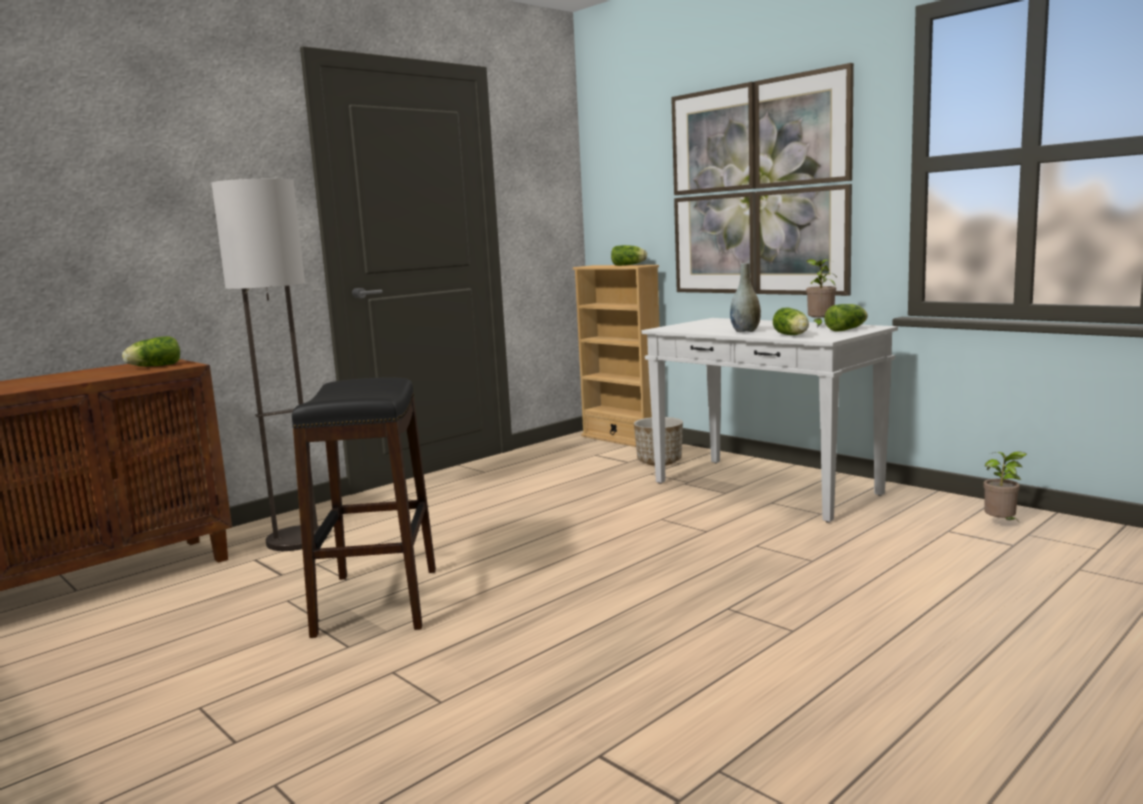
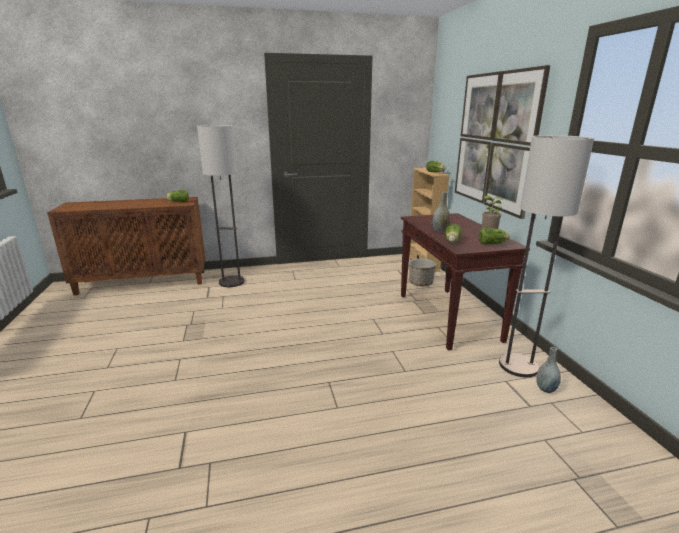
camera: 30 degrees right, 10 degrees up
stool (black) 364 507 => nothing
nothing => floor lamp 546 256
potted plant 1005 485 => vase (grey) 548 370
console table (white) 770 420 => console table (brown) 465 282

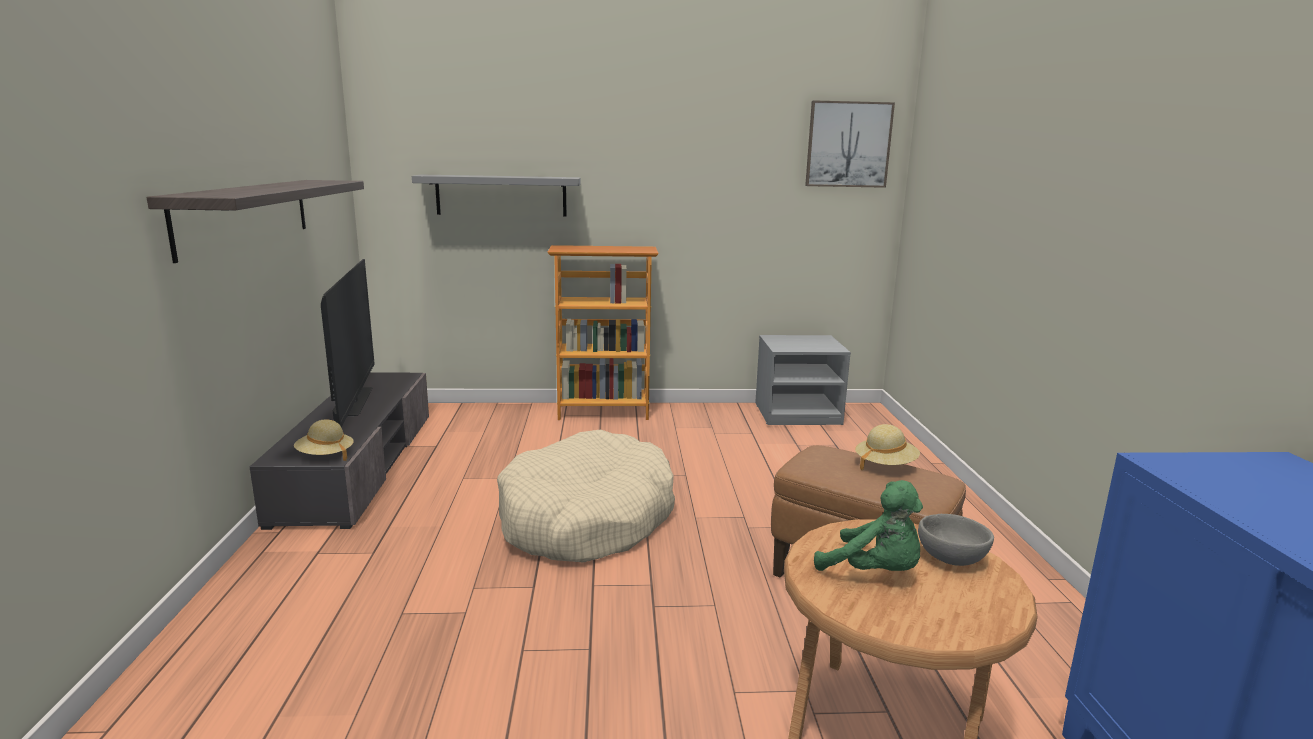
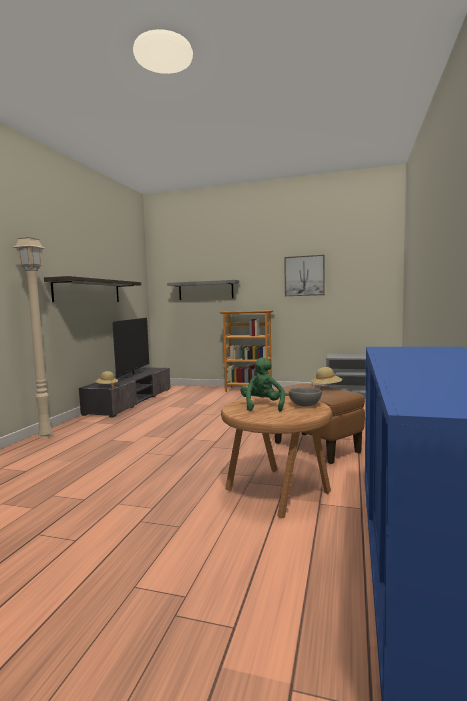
camera: 20 degrees right, 10 degrees down
dog bed (beige) 586 495 => nothing
nothing => floor lamp (beige) 33 337
picture 850 144 => picture 304 275, move
plush toy (green) 868 525 => plush toy (green) 262 384, 150 degrees counterclockwise

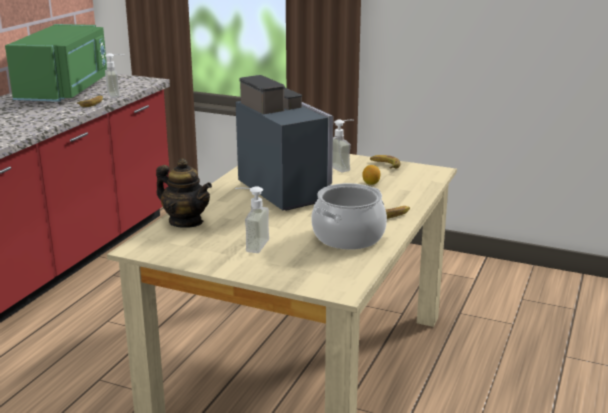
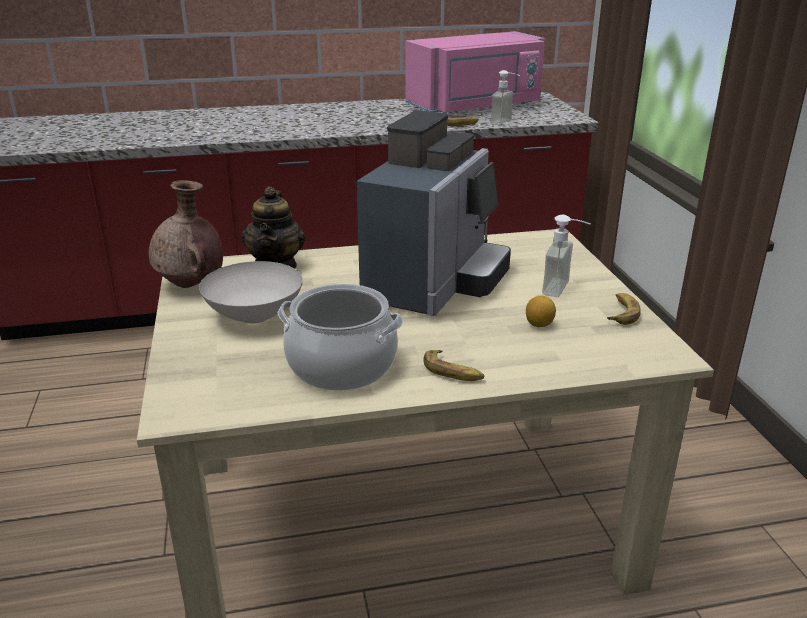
camera: 55 degrees right, 5 degrees up
nothing => vase (brown) 186 234
soap dispenser 252 219 => bowl (white) 251 292
microwave (green) 56 63 => microwave (pink) 475 72

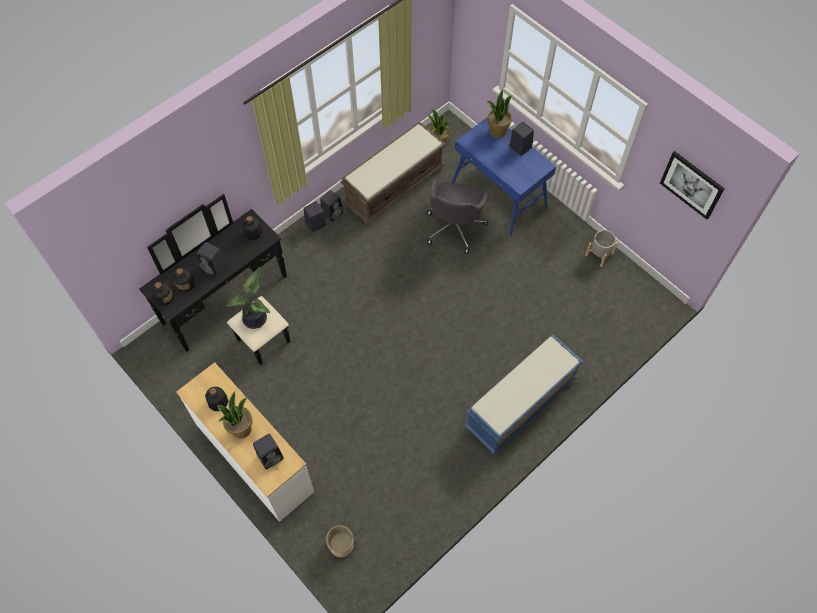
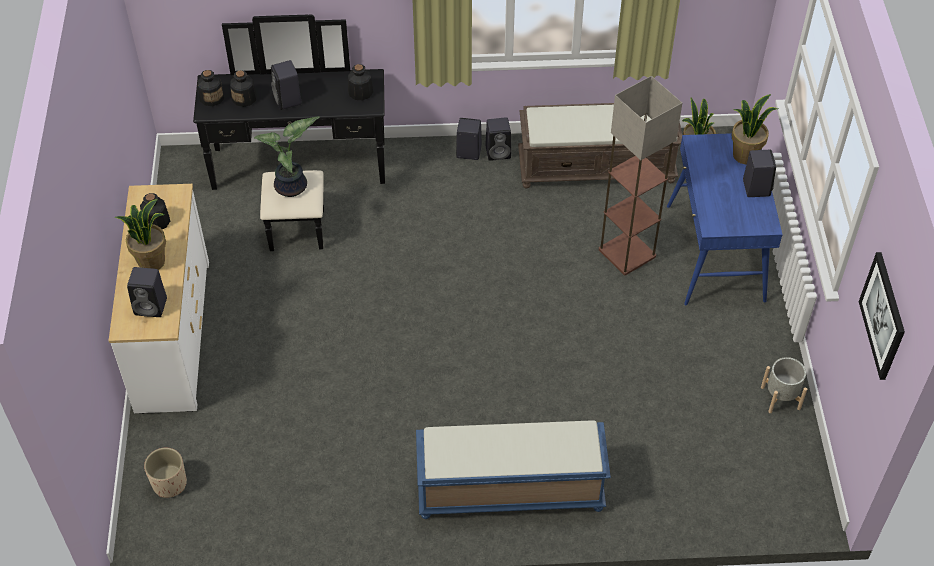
camera: 40 degrees right, 10 degrees down
office chair (grey) 458 217 => floor lamp 640 175

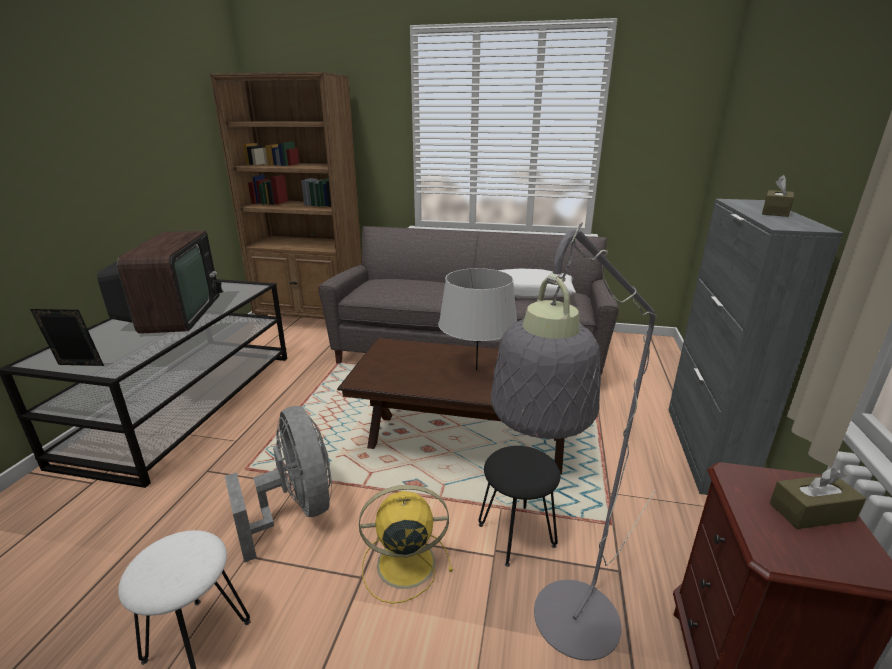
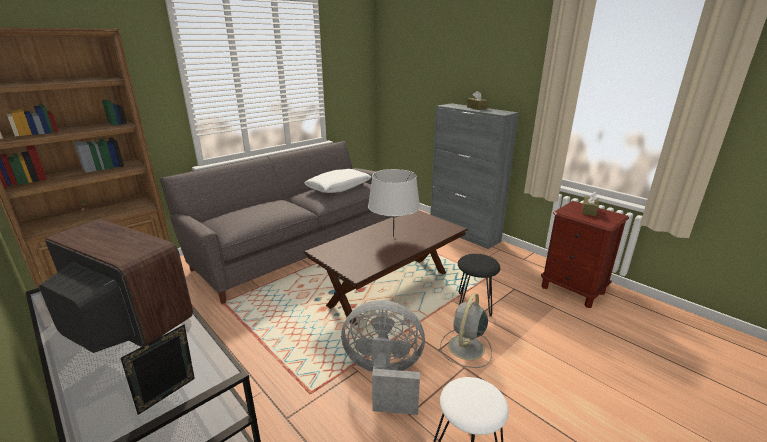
camera: 55 degrees left, 0 degrees up
floor lamp (grey) 574 441 => nothing
fan (yellow) 406 544 => fan (grey) 466 330

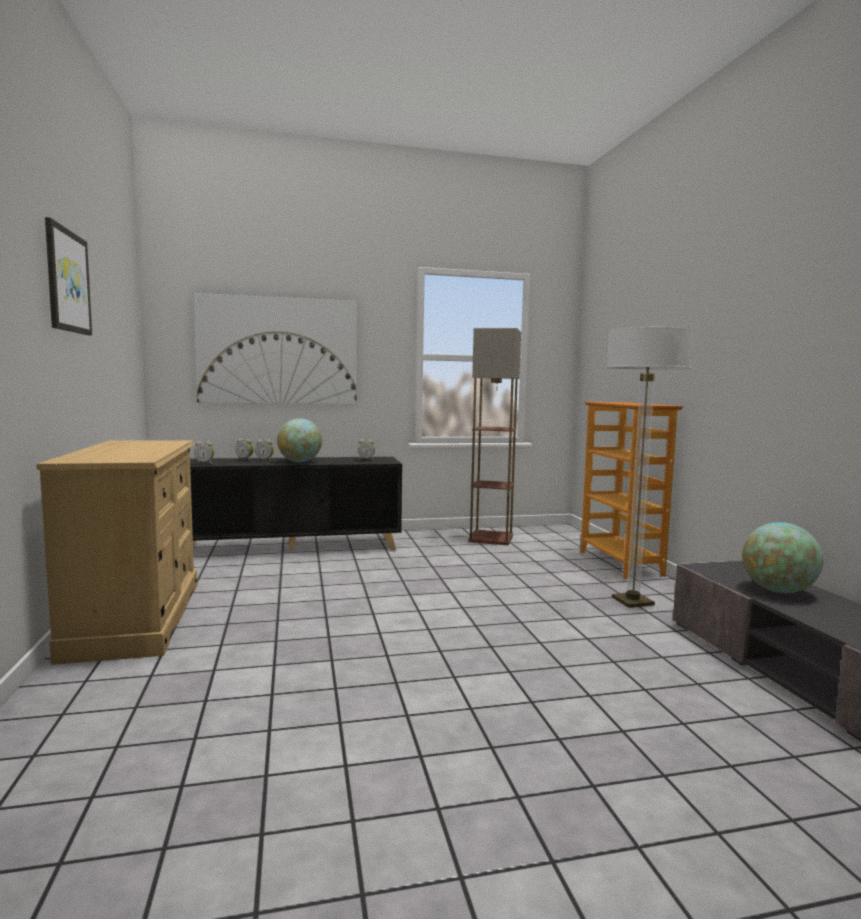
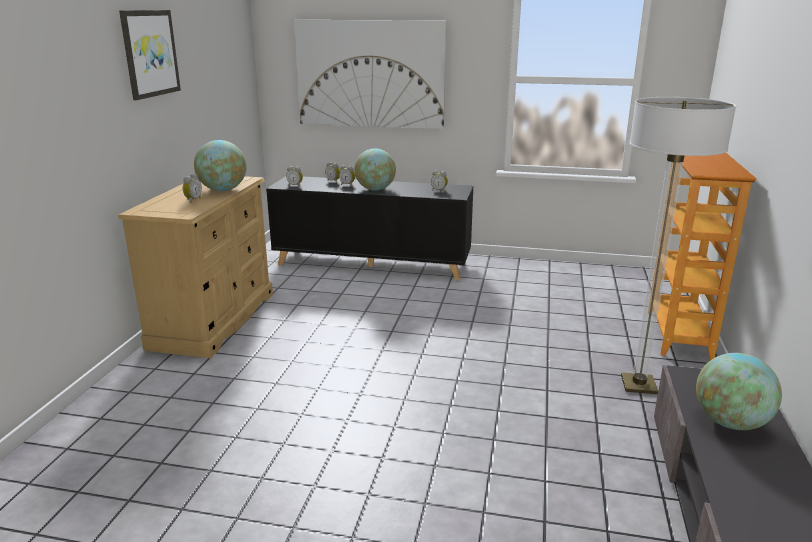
camera: 25 degrees right, 15 degrees up
floor lamp 494 436 => nothing
nothing => alarm clock 192 188
nothing => globe 220 165

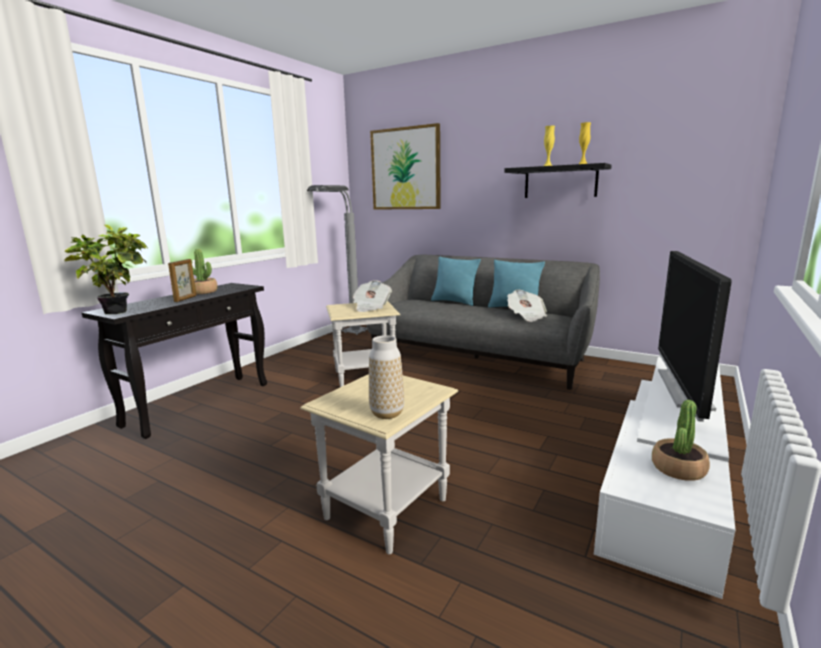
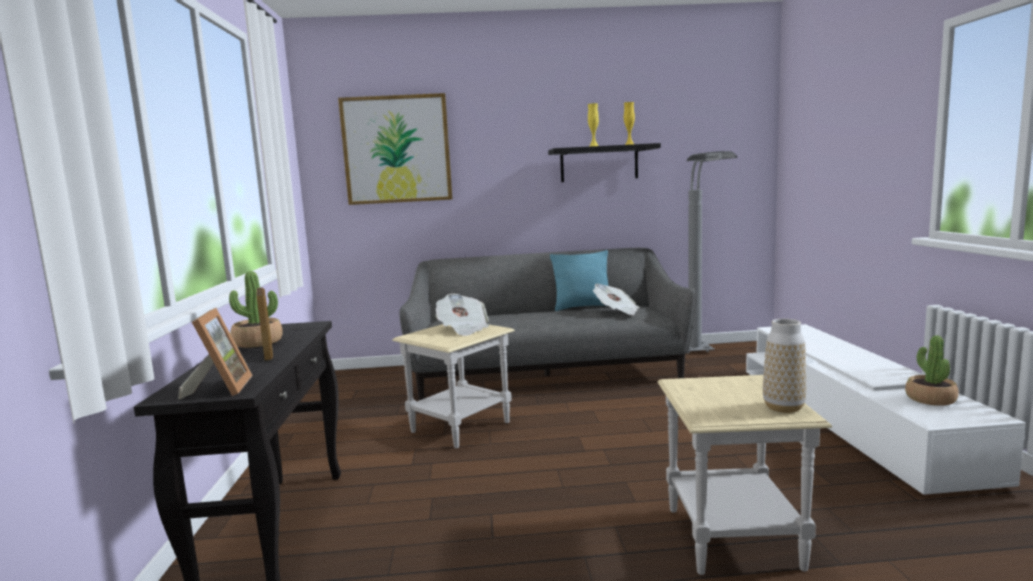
camera: 35 degrees left, 5 degrees down
pillow (turquoise) 456 281 => nothing
television 695 336 => nothing
floor lamp (grey) 337 260 => floor lamp (grey) 712 252, move
potted plant 106 269 => picture frame 215 353

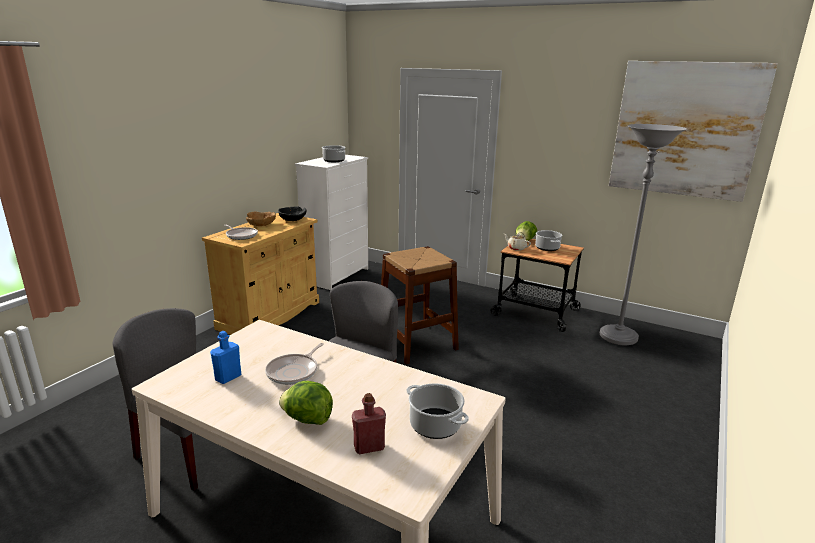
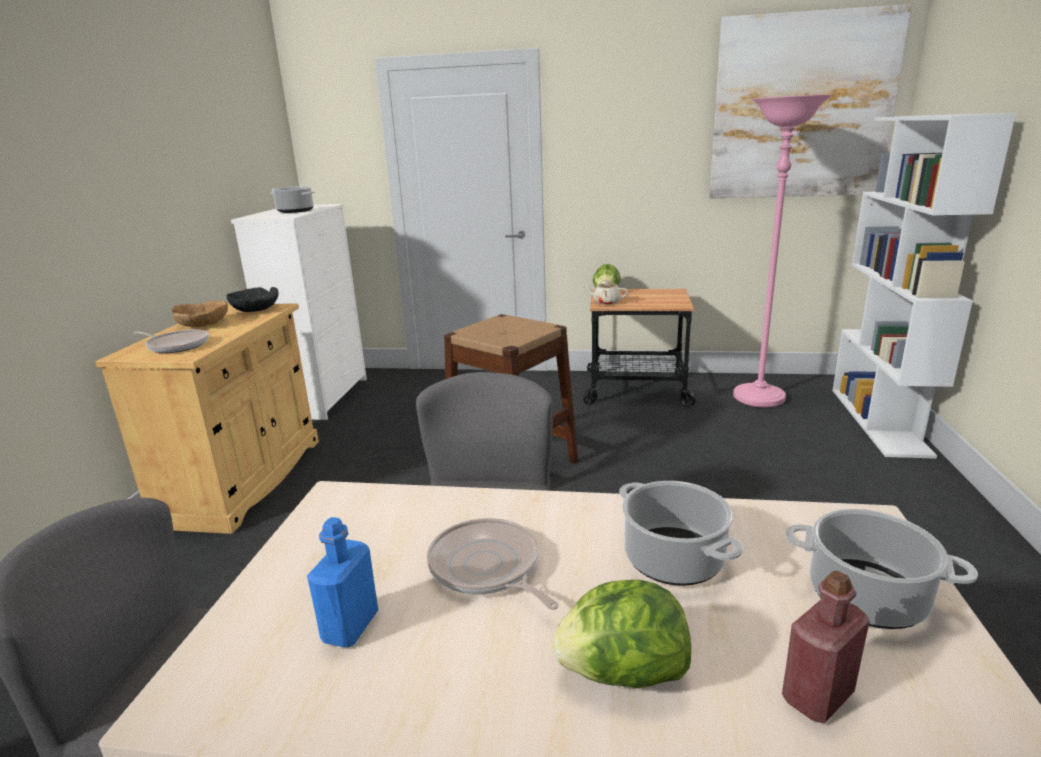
camera: 20 degrees left, 0 degrees up
nothing => bookcase (white) 924 286
cooking pot 548 240 => cooking pot 681 533, move
floor lamp (grey) 643 234 => floor lamp (pink) 783 251
frying pan 294 364 => frying pan 493 564, 135 degrees clockwise

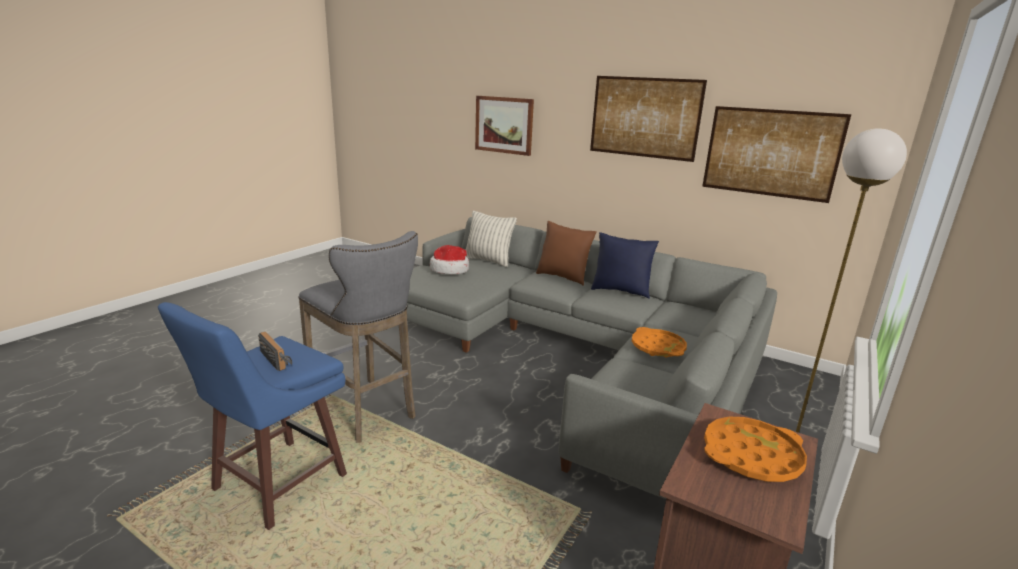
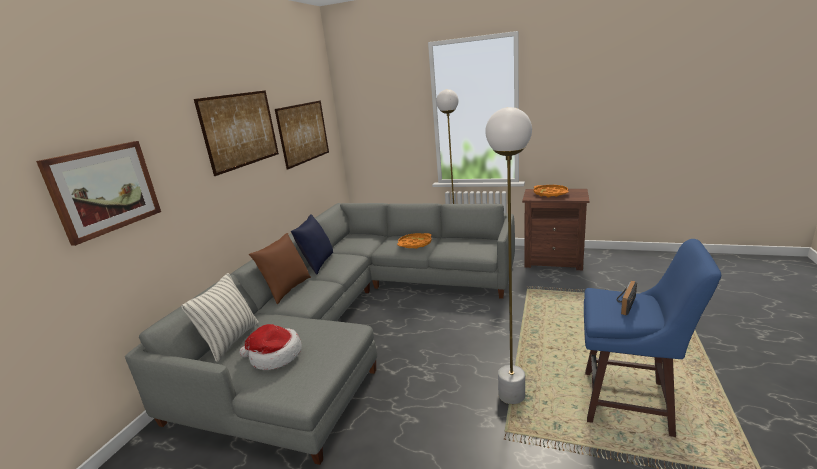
camera: 100 degrees left, 0 degrees up
stool (grey) 358 337 => floor lamp (white) 508 255

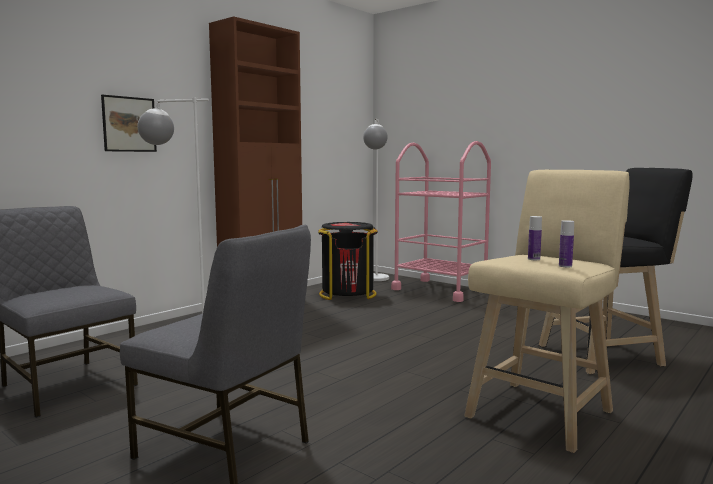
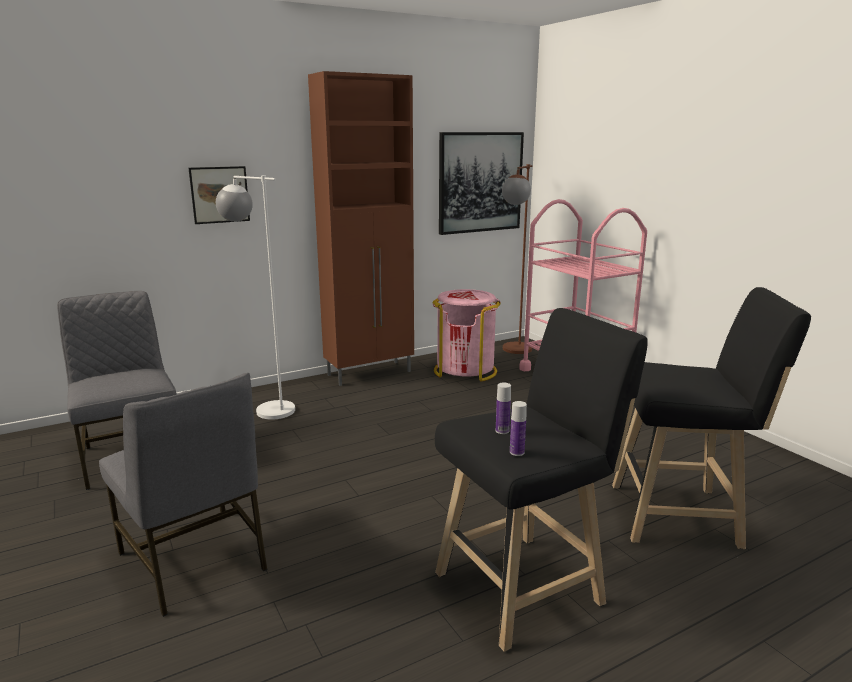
camera: 20 degrees right, 10 degrees up
nothing => picture 481 183
trash can (black) 348 261 => trash can (pink) 466 335
floor lamp (white) 376 199 => floor lamp (brown) 517 259
stool (beige) 547 311 => stool (black) 541 480

